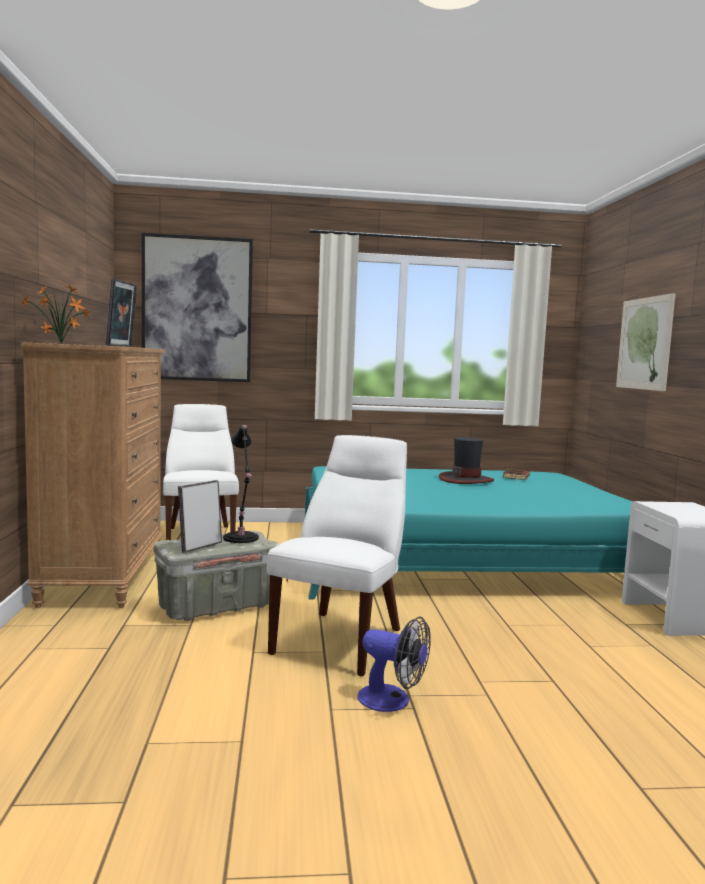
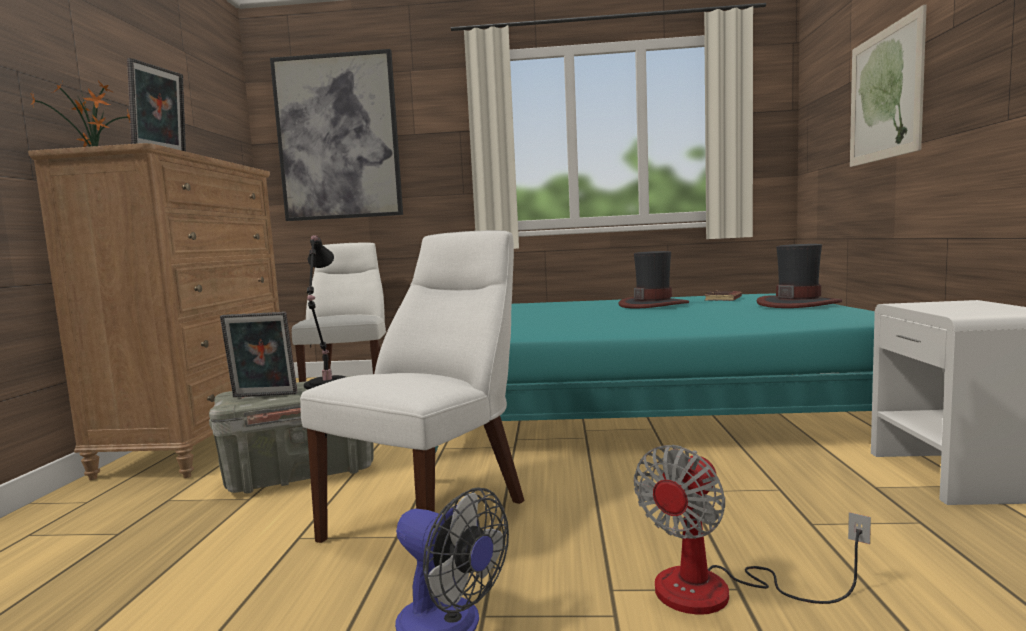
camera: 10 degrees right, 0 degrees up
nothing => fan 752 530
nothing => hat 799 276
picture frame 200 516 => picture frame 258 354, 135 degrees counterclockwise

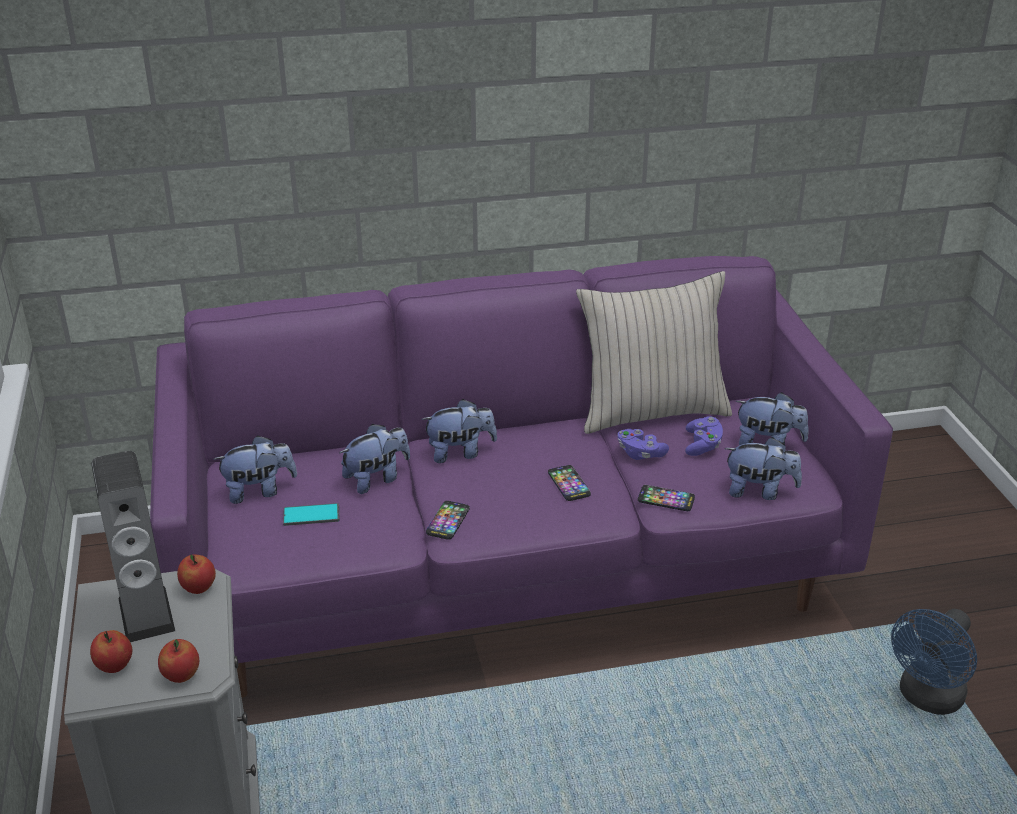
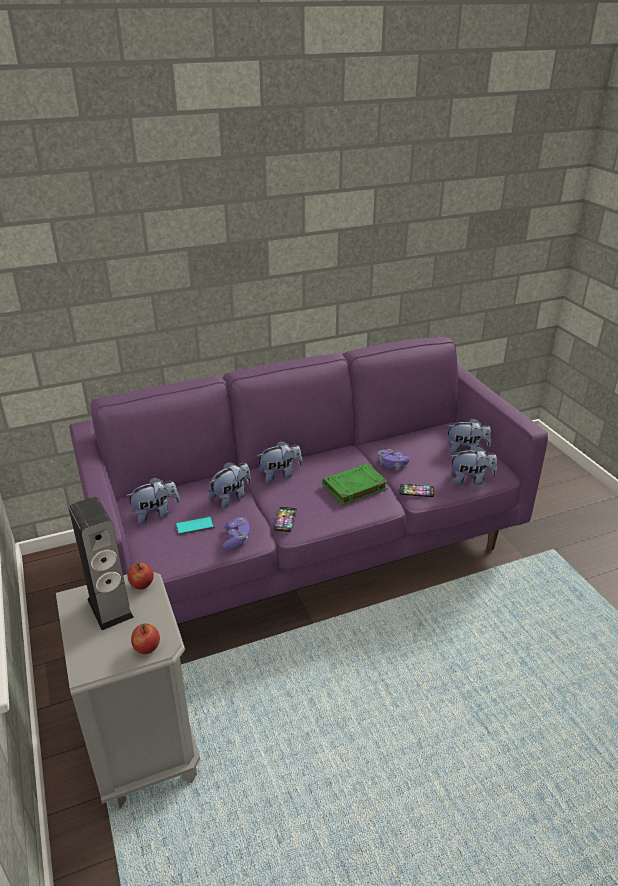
camera: 10 degrees left, 0 degrees up
apple 111 651 => nothing
pillow (beige) 654 352 => nothing
fan (blue) 934 662 => nothing
game controller (purple) 704 436 => game controller (purple) 236 533, move
phone 569 483 => book (green) 355 484

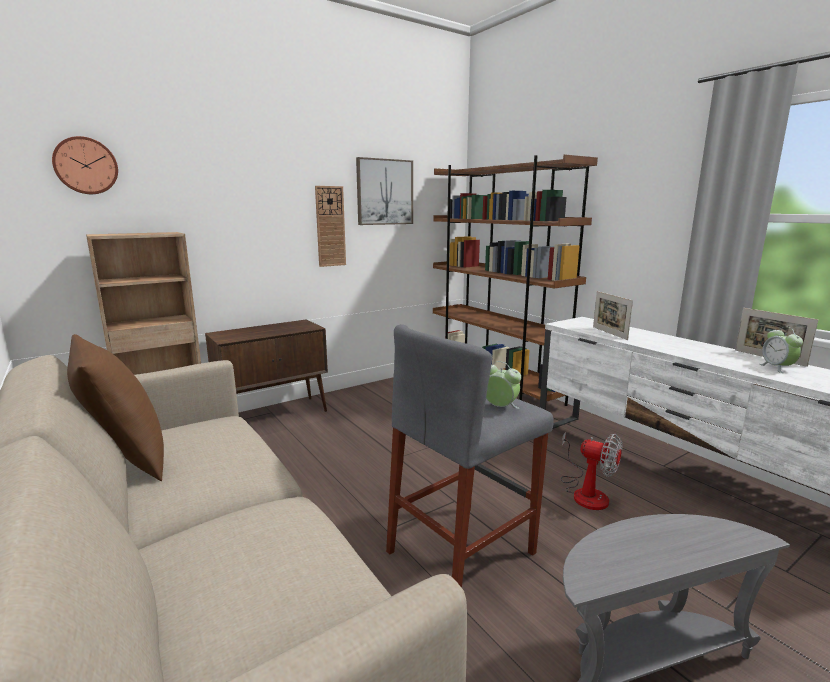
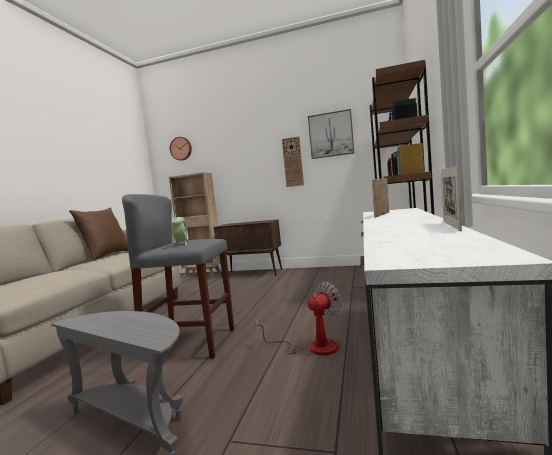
camera: 50 degrees right, 10 degrees down
alarm clock 781 349 => nothing
fan 592 471 => fan 299 319, 120 degrees counterclockwise

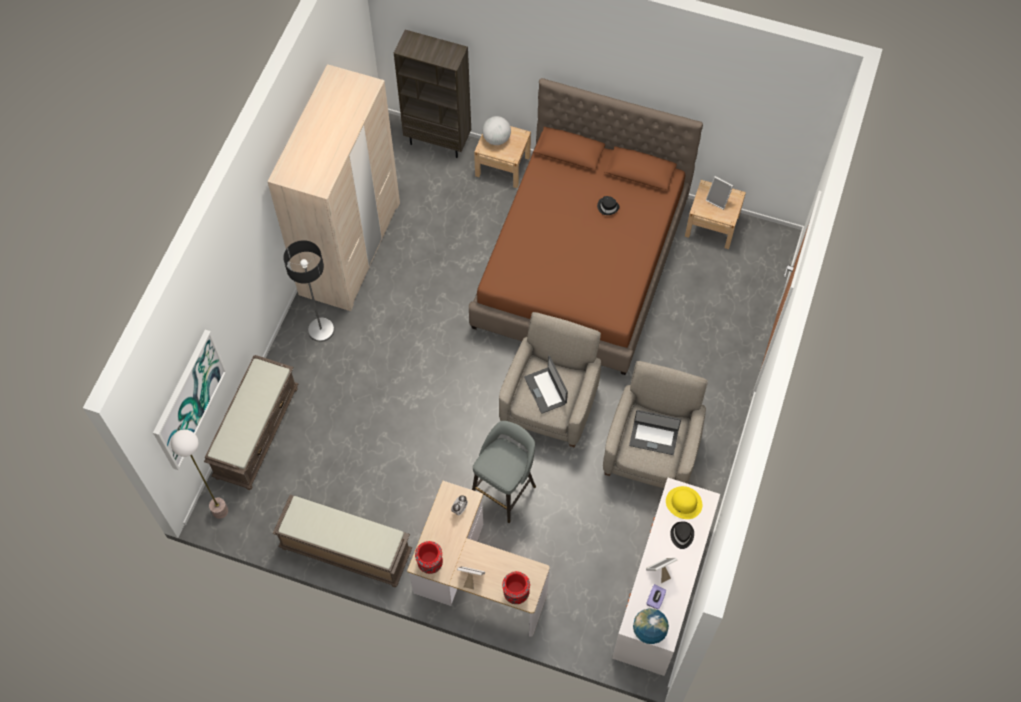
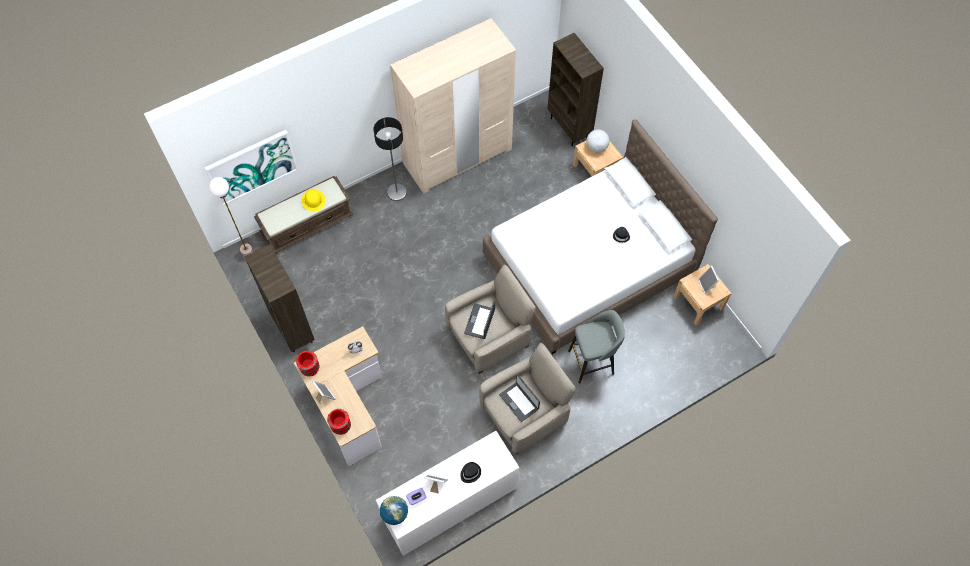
camera: 40 degrees right, 0 degrees up
stool (grey) 504 472 => stool (grey) 596 346, move
hat (yellow) 684 502 => hat (yellow) 313 200, move
bench (brown) 342 541 => bookcase (brown) 280 298
bed (brown) 586 226 => bed (white) 600 236

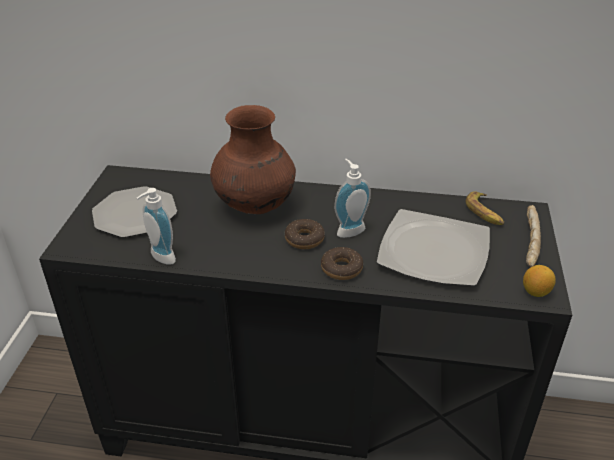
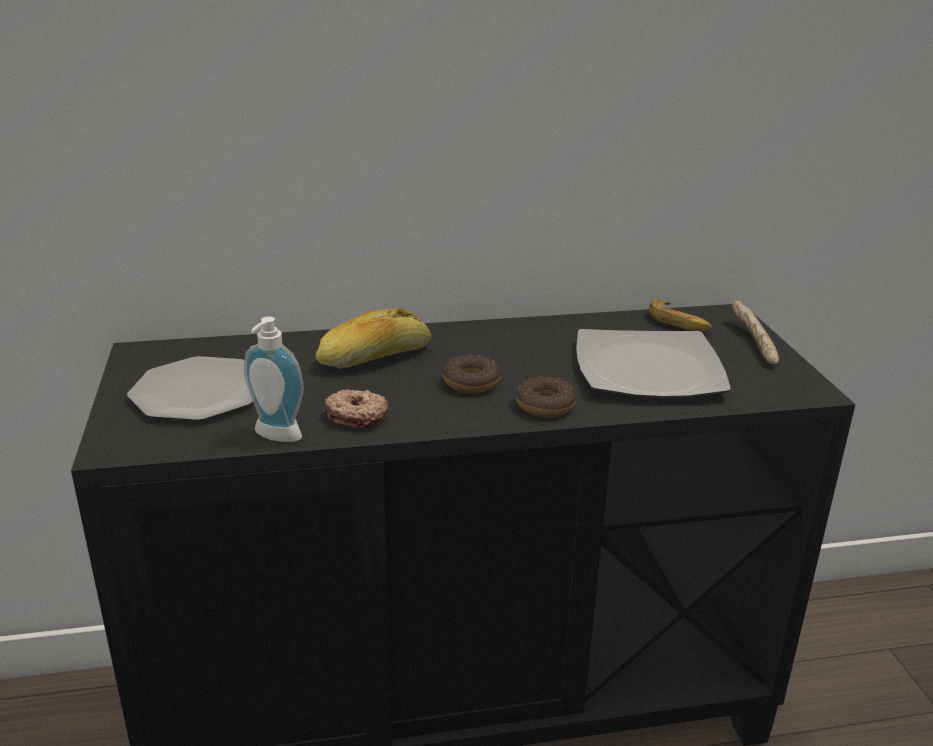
camera: 20 degrees left, 10 degrees down
soap dispenser 352 198 => nothing
lemon 539 281 => nothing
nothing => donut 357 408
vase (brown) 253 159 => bread 373 338

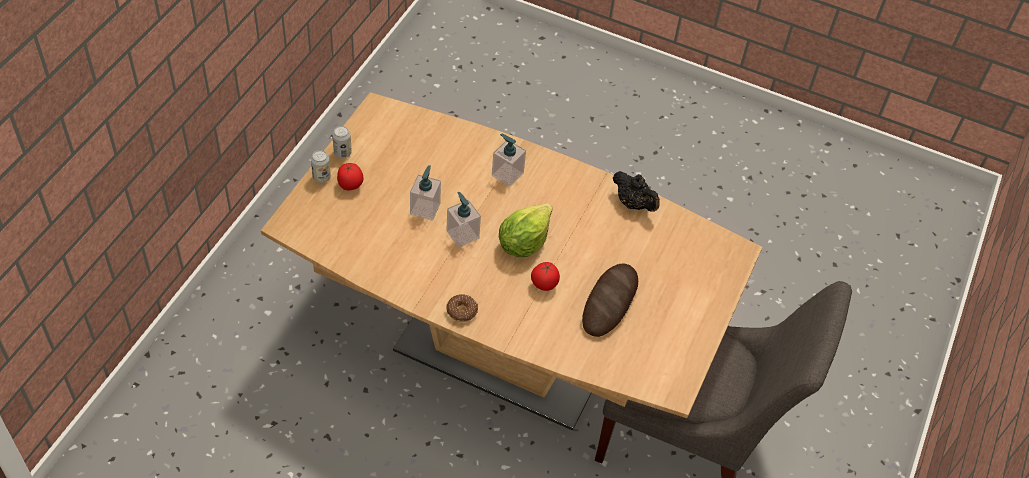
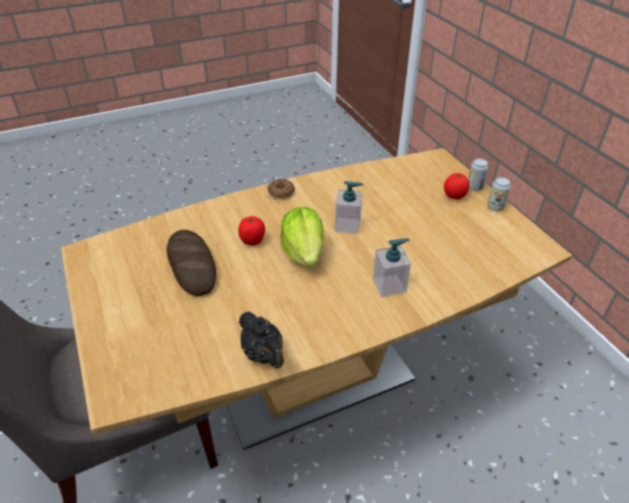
camera: 135 degrees right, 10 degrees down
soap dispenser 425 193 => nothing
teapot (black) 636 191 => teapot (black) 261 340, 120 degrees counterclockwise

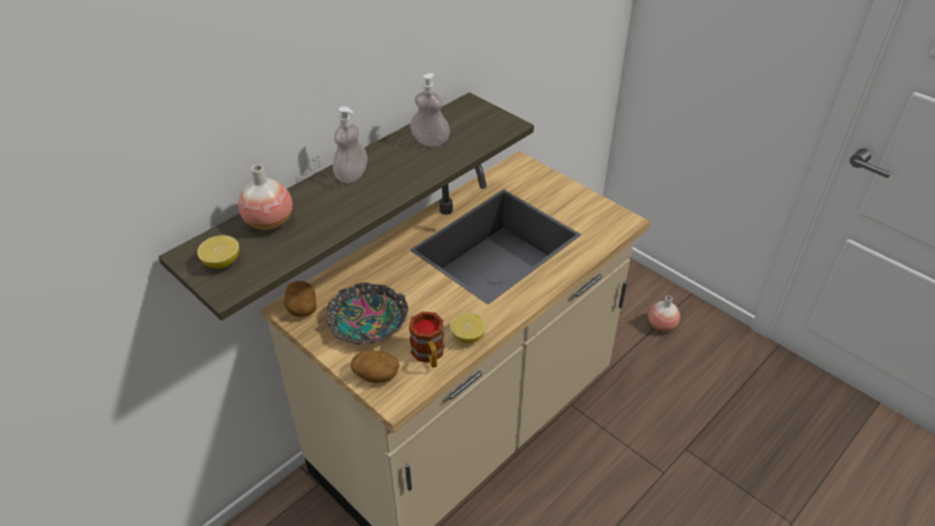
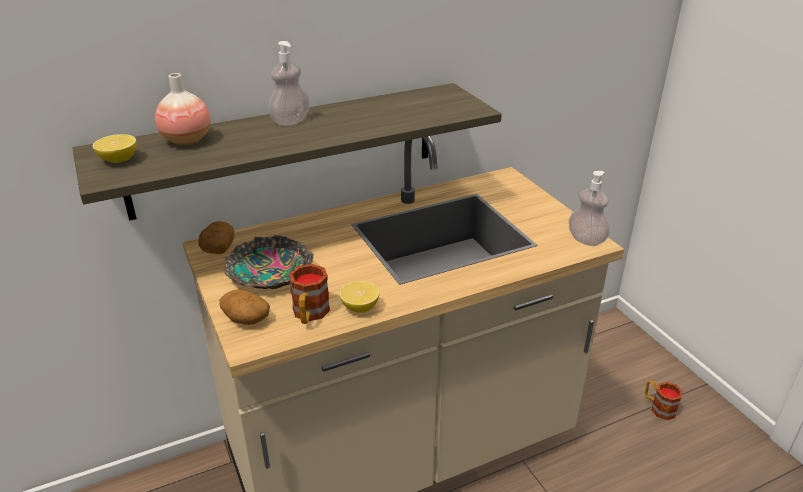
camera: 20 degrees right, 10 degrees down
soap dispenser 430 110 => soap dispenser 589 208, move
vase 664 313 => mug 664 400

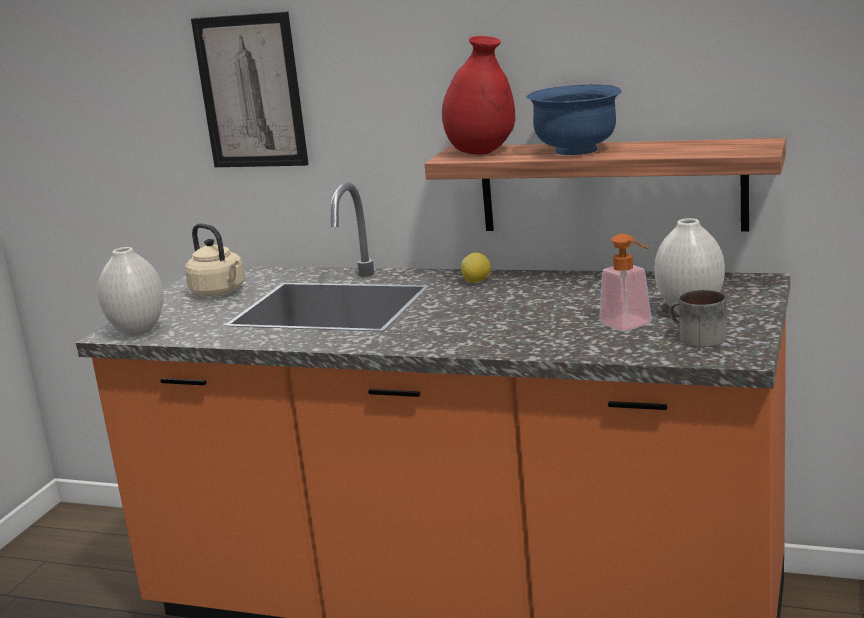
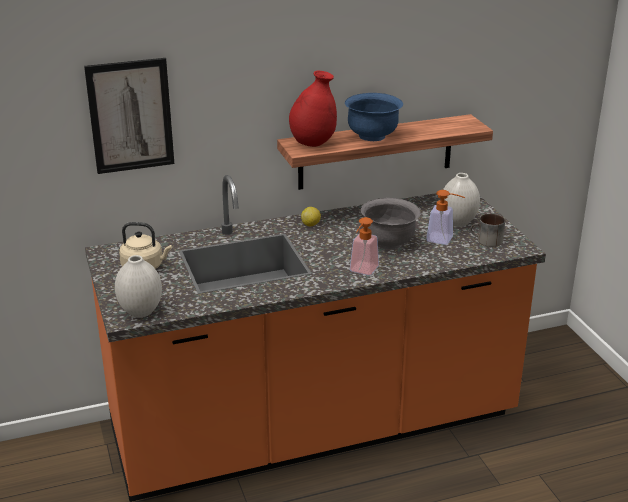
camera: 40 degrees left, 10 degrees up
nothing => soap dispenser 364 246
nothing => bowl (grey) 391 224

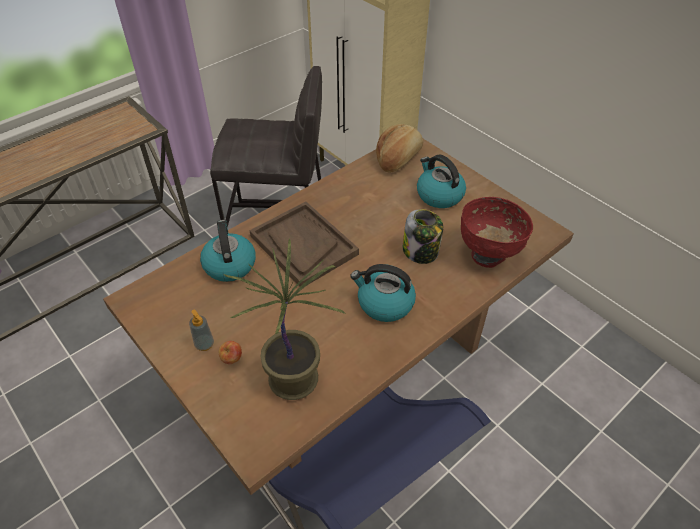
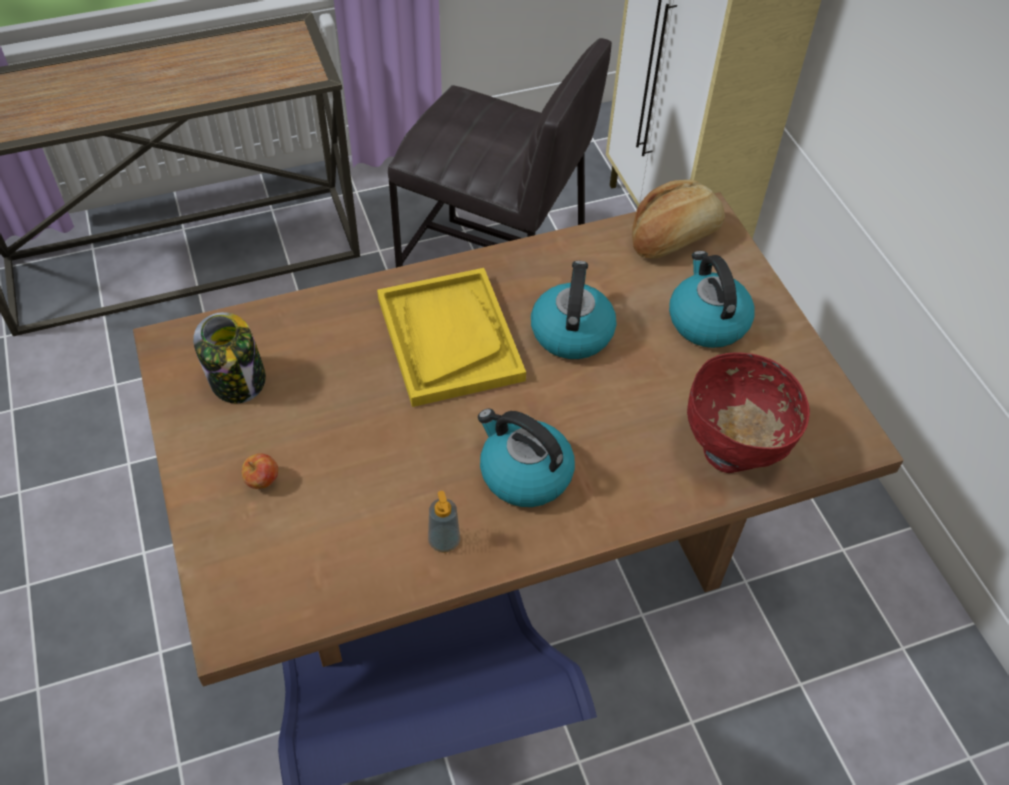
camera: 20 degrees right, 5 degrees up
potted plant 285 319 => nothing
soap dispenser 201 330 => soap dispenser 444 522, move
kettle 228 251 => kettle 573 310, move
jar 423 236 => jar 229 358, move
tray (brown) 304 244 => tray (yellow) 451 337

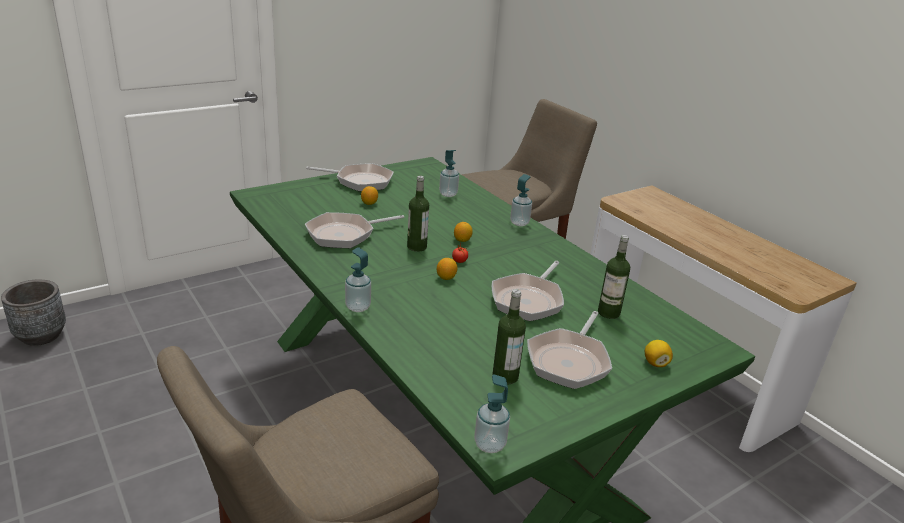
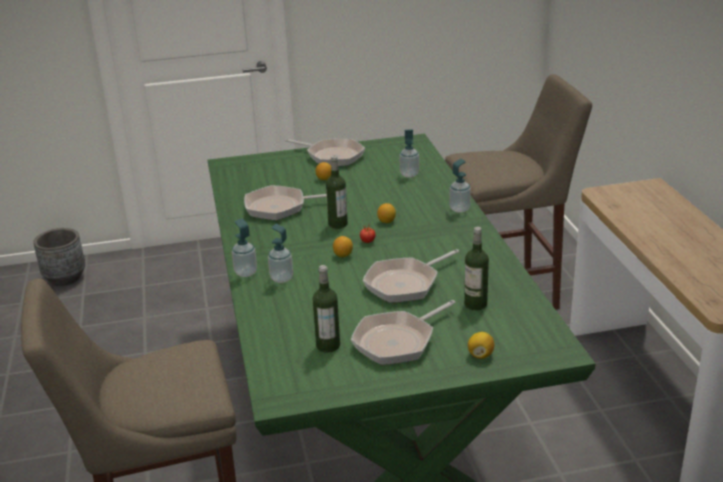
camera: 25 degrees right, 0 degrees up
soap dispenser 492 413 => soap dispenser 280 253, move

